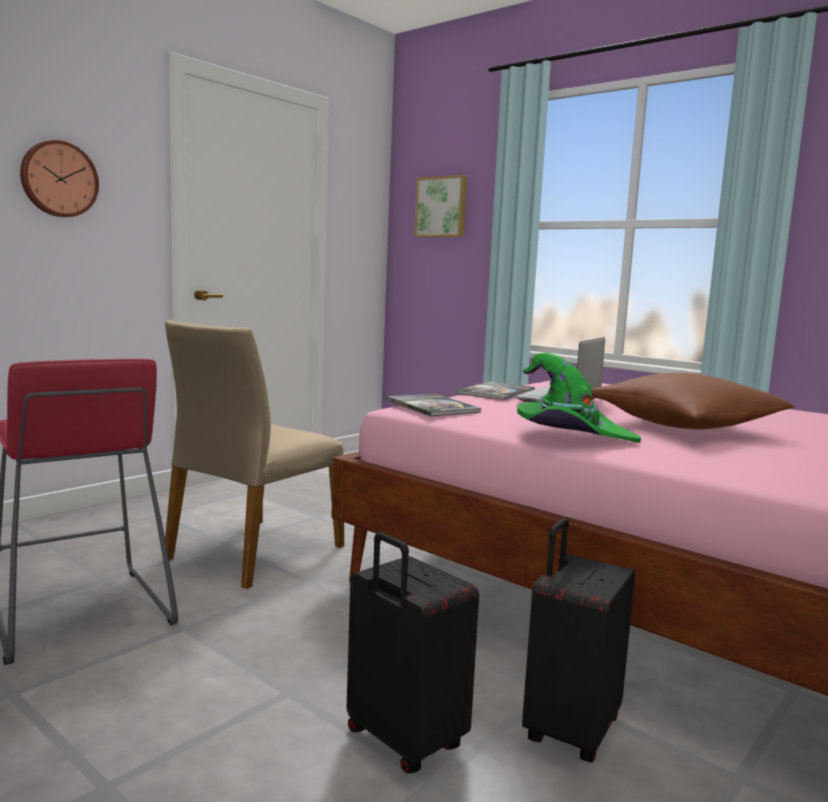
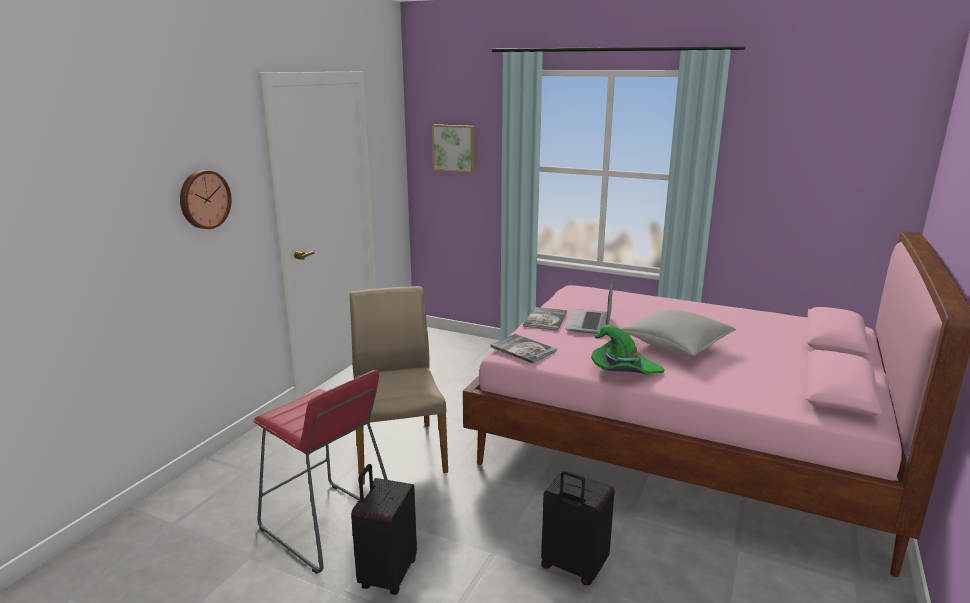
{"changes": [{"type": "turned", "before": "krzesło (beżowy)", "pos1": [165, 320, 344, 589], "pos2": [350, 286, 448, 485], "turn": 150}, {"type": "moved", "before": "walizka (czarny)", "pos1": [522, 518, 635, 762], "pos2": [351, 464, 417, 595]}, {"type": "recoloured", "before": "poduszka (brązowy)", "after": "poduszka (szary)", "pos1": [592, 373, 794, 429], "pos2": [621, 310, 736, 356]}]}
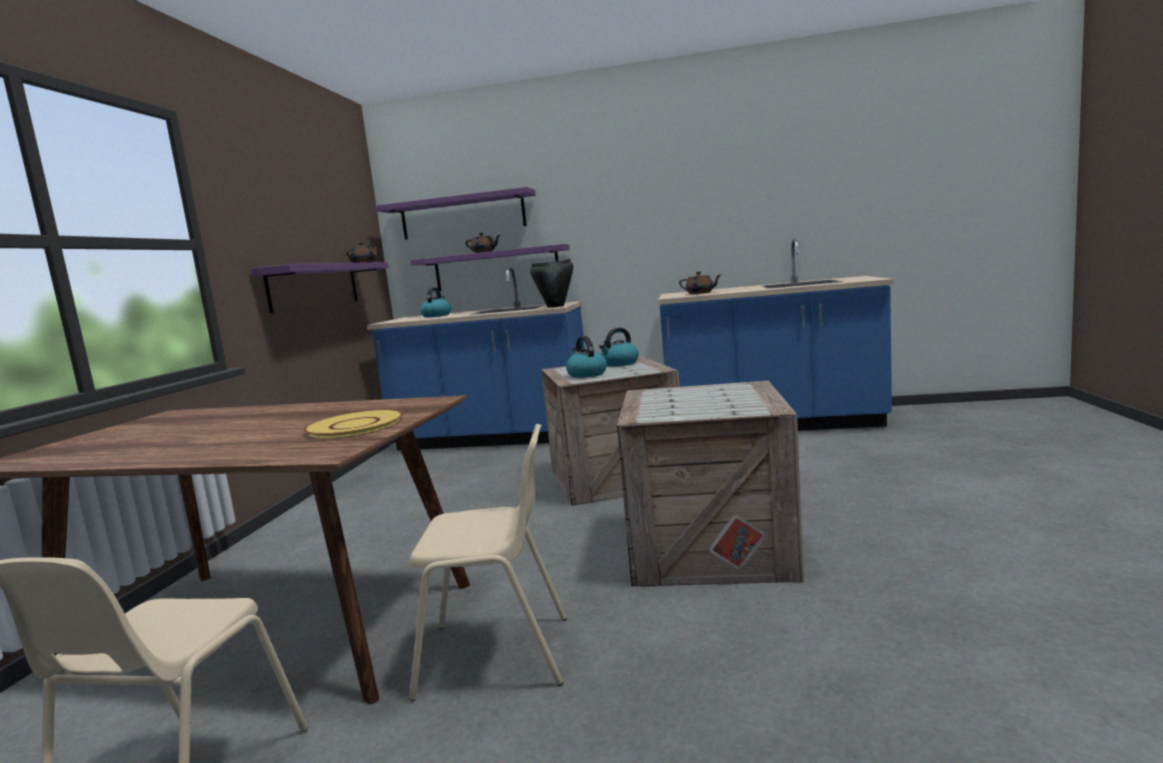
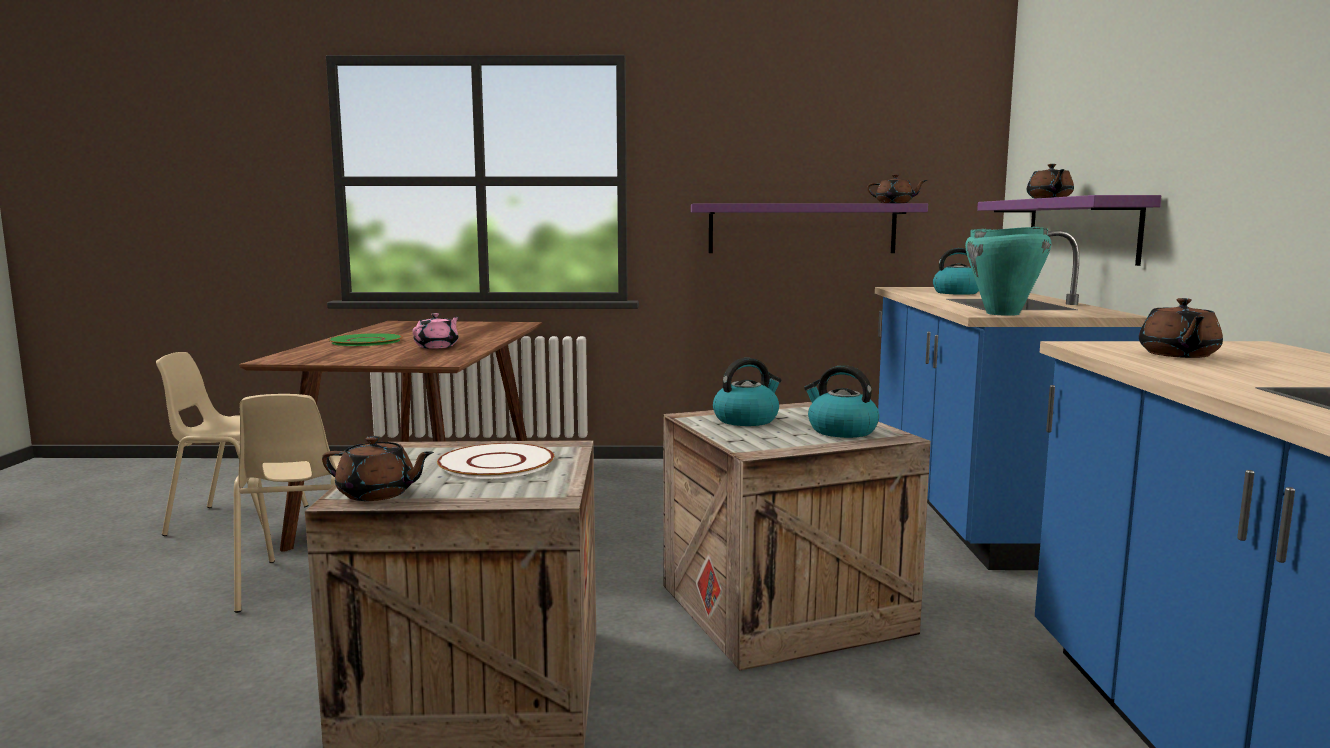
{"changes": [{"type": "removed", "before": "talerz (żółty)", "pos1": [303, 410, 403, 438]}, {"type": "removed", "before": "półka (fioletowy)", "pos1": [375, 187, 536, 240]}, {"type": "recoloured", "before": "garnek (czarny)", "after": "garnek (turkusowy)", "pos1": [530, 258, 573, 308], "pos2": [965, 227, 1051, 316]}, {"type": "added", "after": "imbryk (brązowy)", "pos2": [322, 436, 434, 501]}, {"type": "added", "after": "talerz (zielony)", "pos2": [328, 333, 403, 346]}, {"type": "added", "after": "imbryk (różowy)", "pos2": [413, 313, 459, 349]}, {"type": "added", "after": "talerz (biały)", "pos2": [437, 443, 554, 479]}]}
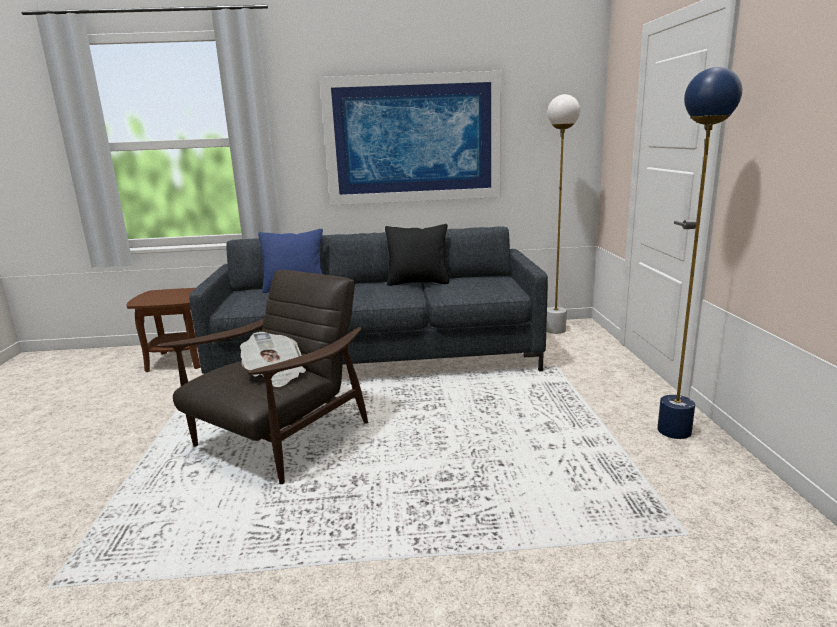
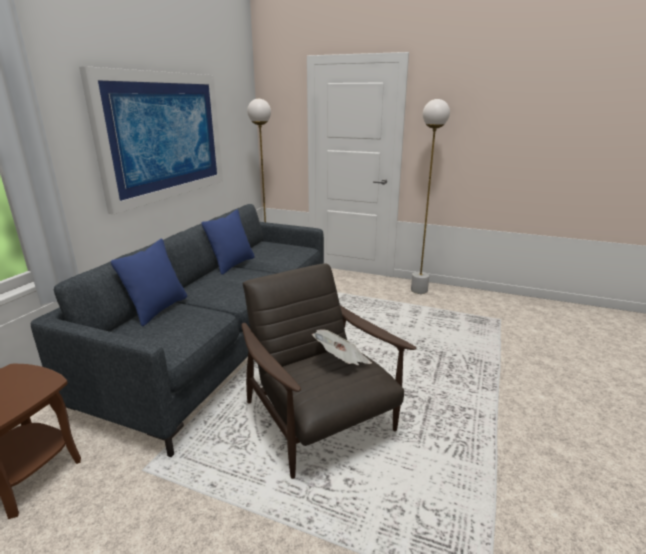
{"changes": [{"type": "recoloured", "before": "poduszka (czarny)", "after": "poduszka (niebieski)", "pos1": [385, 224, 449, 286], "pos2": [201, 209, 255, 275]}, {"type": "recoloured", "before": "lampa stojąca (niebieski)", "after": "lampa stojąca (biały)", "pos1": [657, 67, 742, 439], "pos2": [411, 99, 450, 294]}]}
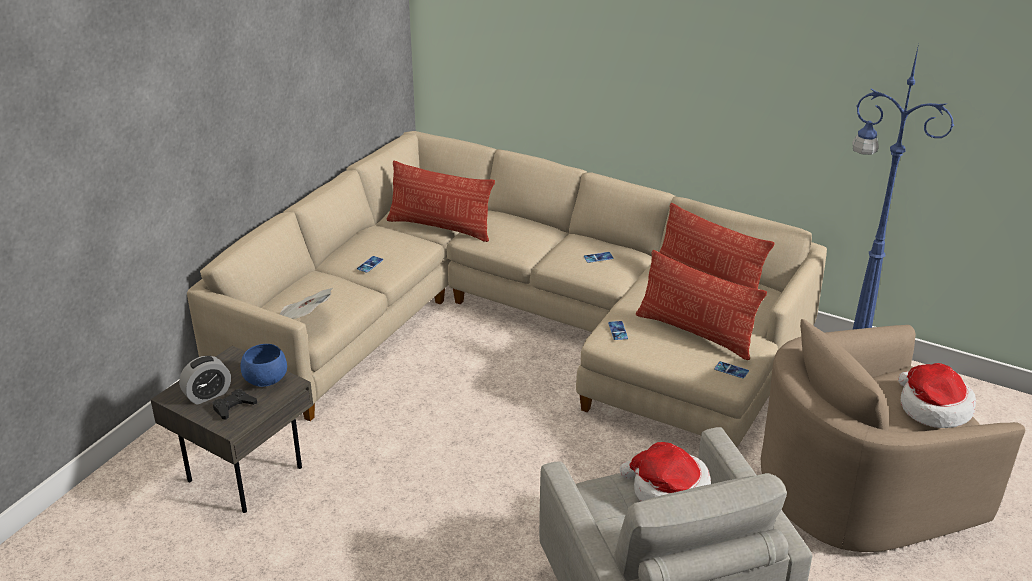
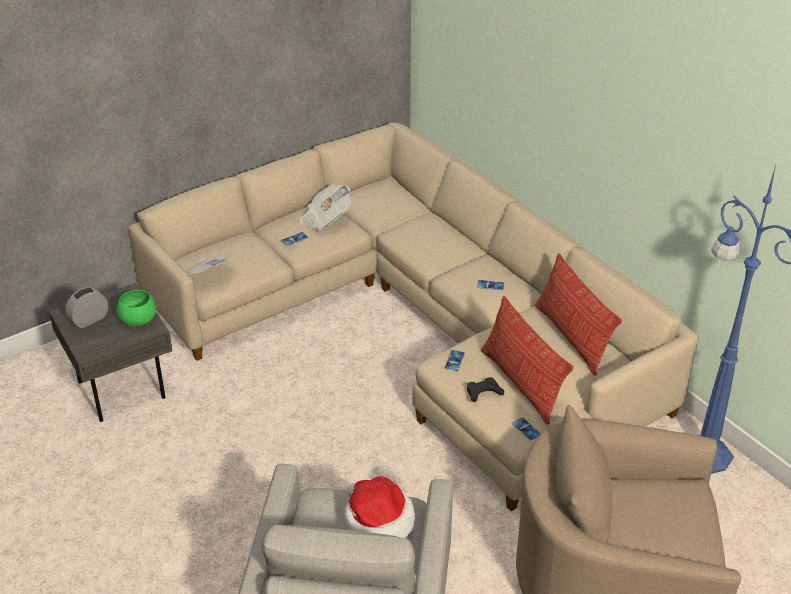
{"changes": [{"type": "turned", "before": "budzik", "pos1": [179, 356, 231, 405], "pos2": [66, 287, 108, 328], "turn": 150}, {"type": "moved", "before": "pad do gier (czarny)", "pos1": [213, 389, 257, 420], "pos2": [467, 377, 504, 402]}, {"type": "recoloured", "before": "miska (niebieski)", "after": "miska (zielony)", "pos1": [241, 344, 287, 387], "pos2": [117, 290, 156, 326]}, {"type": "removed", "before": "poduszka", "pos1": [387, 161, 495, 242]}, {"type": "removed", "before": "kapelusz", "pos1": [898, 363, 976, 428]}, {"type": "added", "after": "gazeta", "pos2": [299, 184, 351, 231]}]}
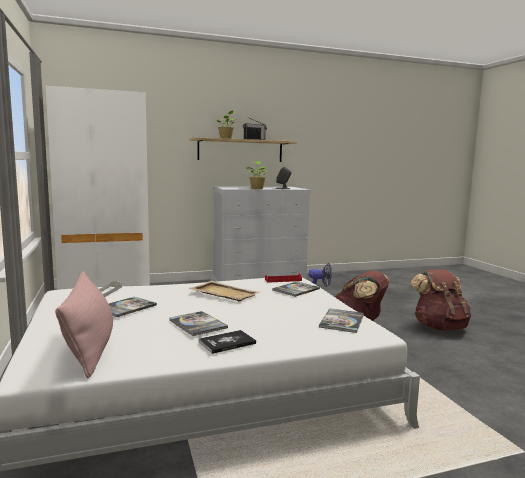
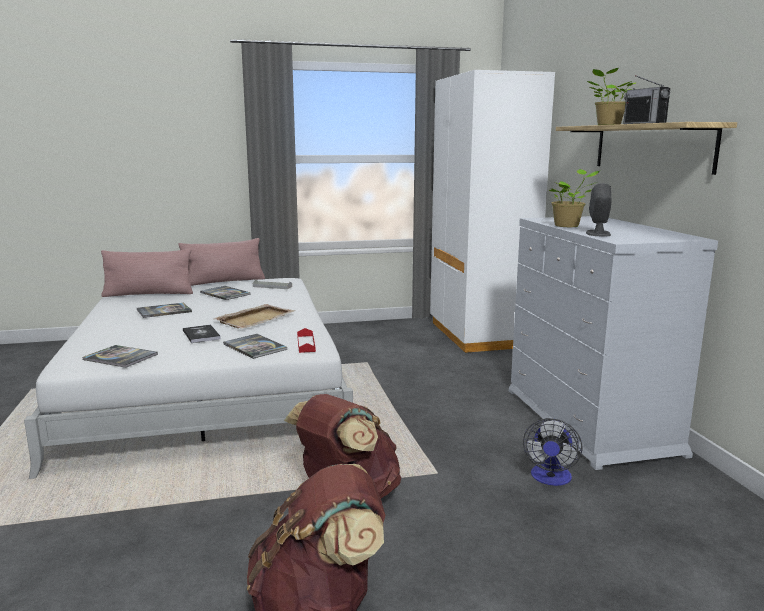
{"changes": [{"type": "moved", "before": "książka", "pos1": [198, 330, 256, 354], "pos2": [183, 325, 221, 343]}, {"type": "added", "after": "poduszka (różowy)", "pos2": [178, 238, 265, 286]}]}
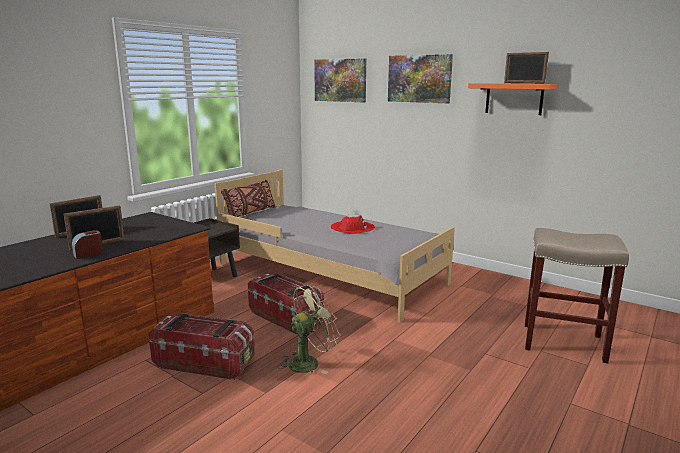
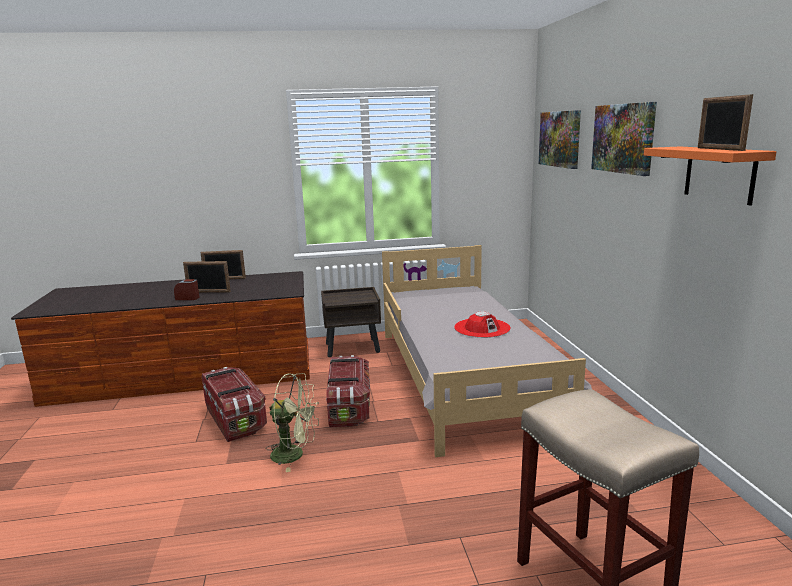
{"changes": [{"type": "removed", "before": "poduszka (brązowy)", "pos1": [221, 180, 276, 217]}]}
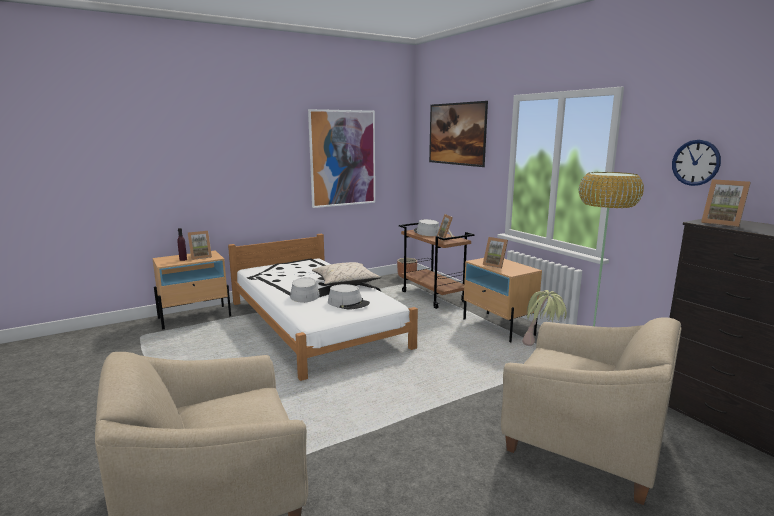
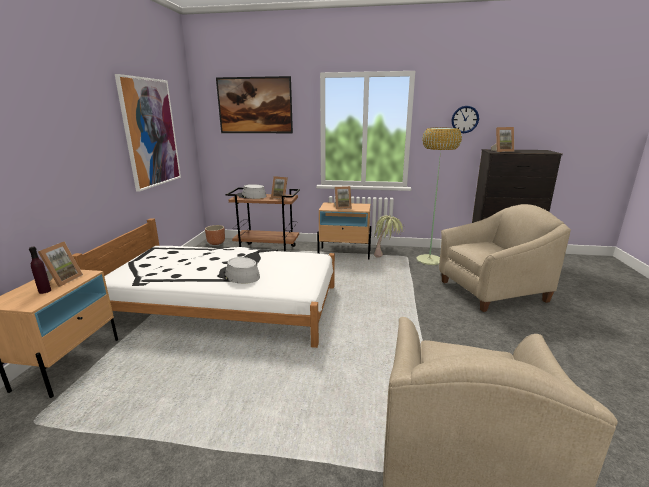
{"changes": [{"type": "removed", "before": "poduszka (beżowy)", "pos1": [312, 262, 381, 286]}, {"type": "removed", "before": "kapelusz (szary)", "pos1": [328, 284, 370, 310]}]}
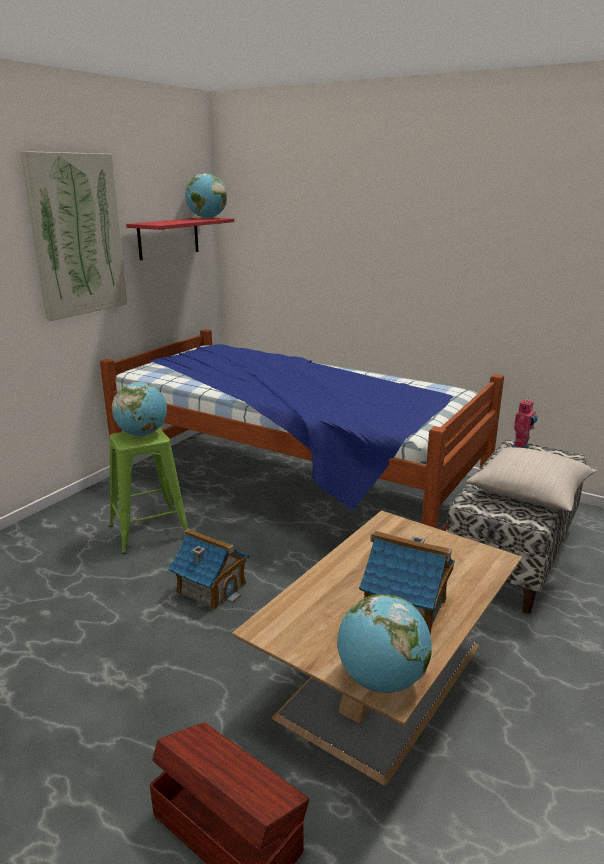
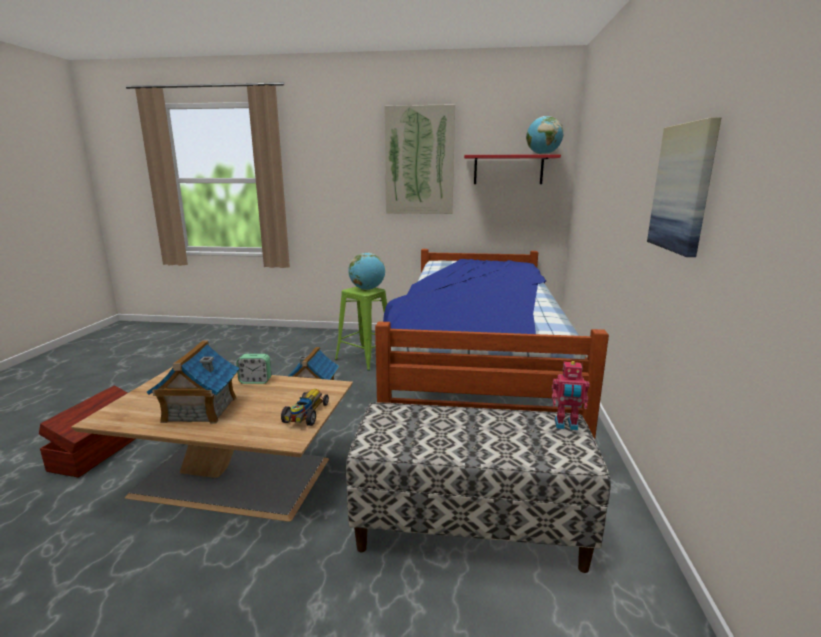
{"changes": [{"type": "removed", "before": "globus", "pos1": [337, 594, 432, 693]}, {"type": "removed", "before": "poduszka (beżowy)", "pos1": [466, 447, 596, 511]}, {"type": "added", "after": "budzik", "pos2": [236, 354, 271, 384]}, {"type": "added", "after": "samochodzik", "pos2": [281, 389, 329, 426]}, {"type": "added", "after": "obraz", "pos2": [647, 117, 721, 257]}]}
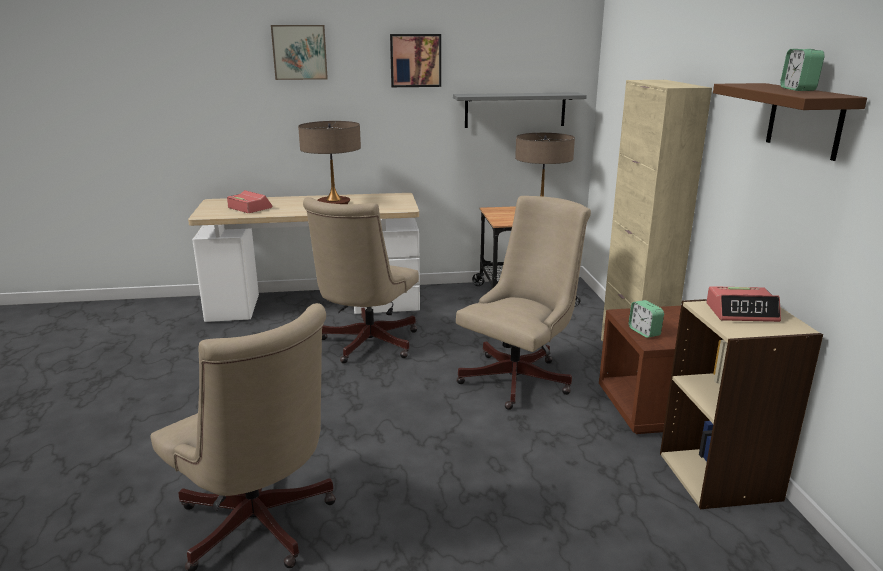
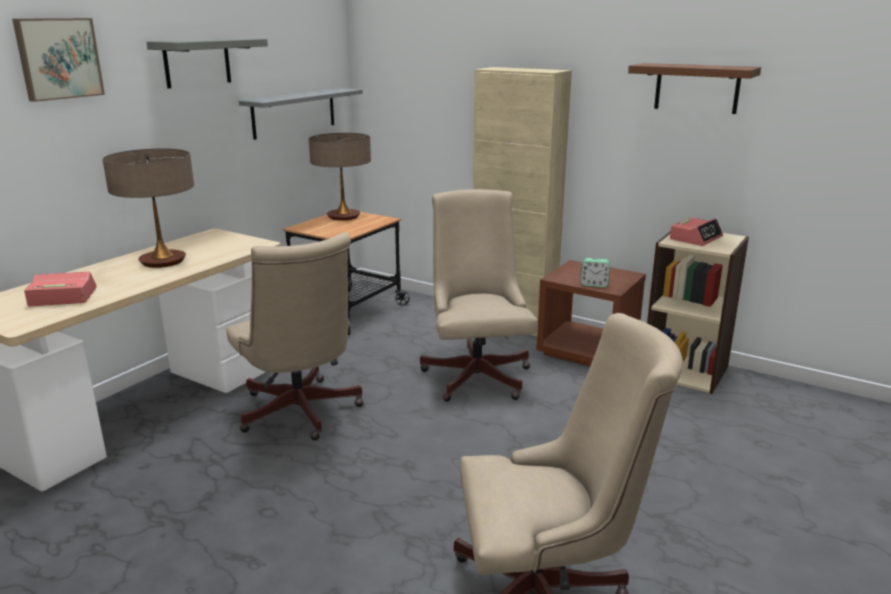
{"changes": [{"type": "replaced", "before": "obraz", "after": "półka (szary)", "pos1": [390, 34, 441, 87], "pos2": [147, 38, 268, 89]}, {"type": "removed", "before": "budzik", "pos1": [780, 49, 825, 91]}]}
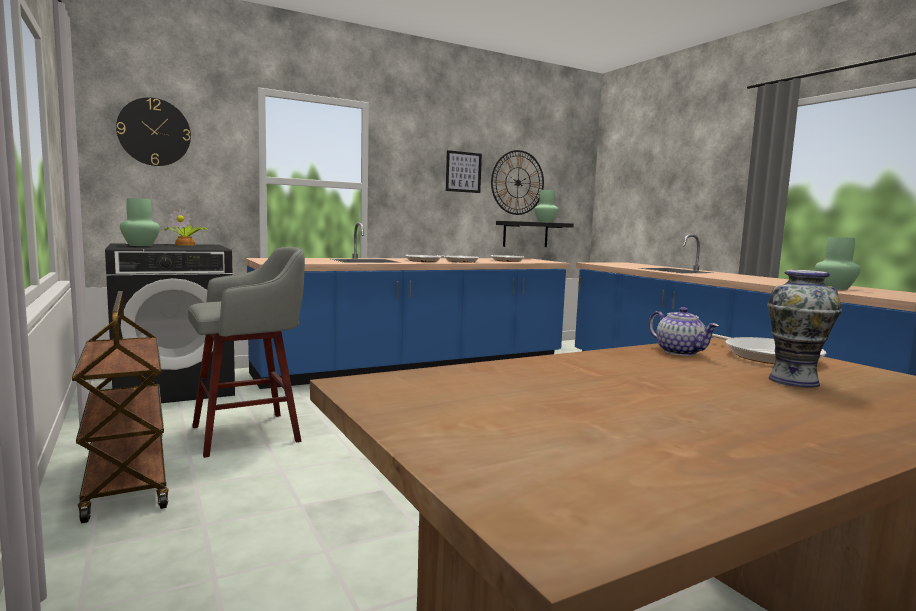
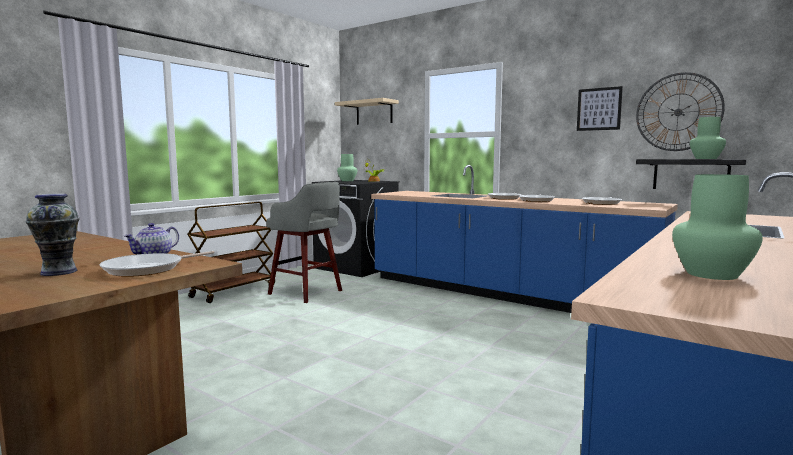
{"changes": [{"type": "replaced", "before": "zegar ścienny", "after": "półka (beżowy)", "pos1": [116, 97, 191, 166], "pos2": [335, 98, 399, 125]}]}
